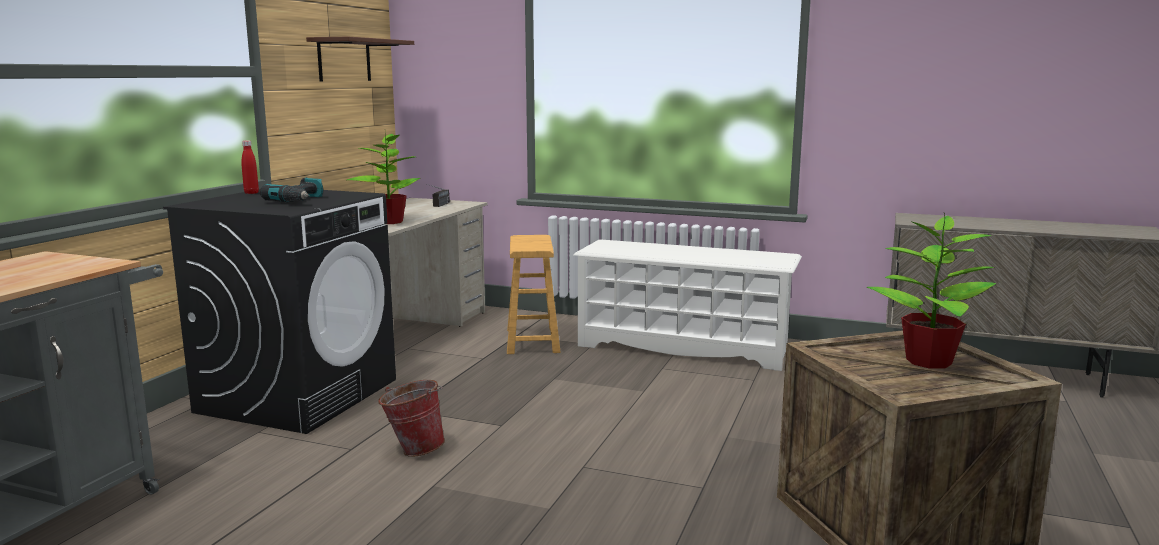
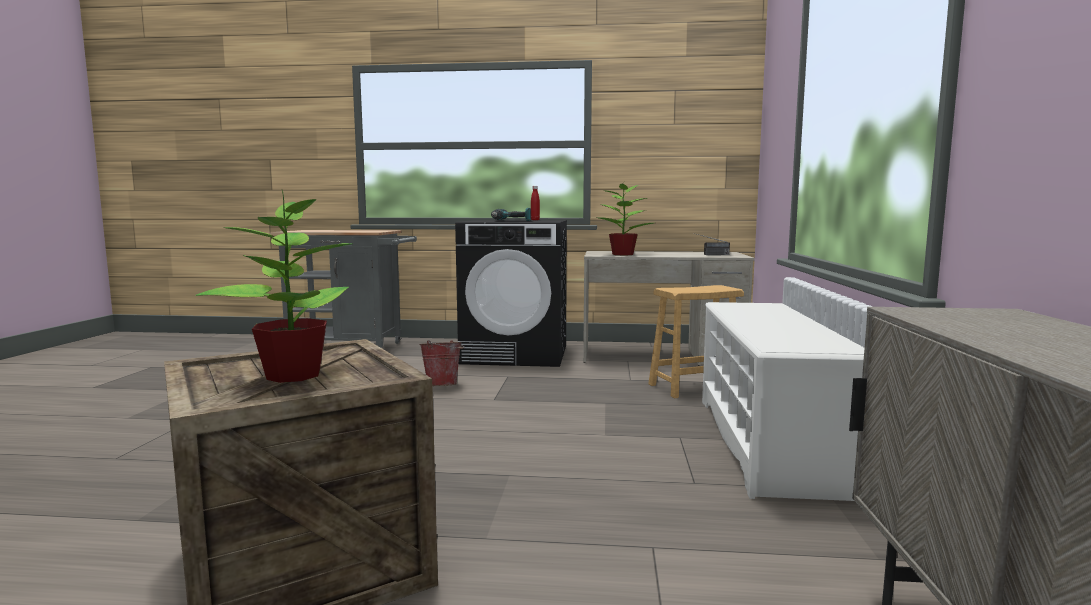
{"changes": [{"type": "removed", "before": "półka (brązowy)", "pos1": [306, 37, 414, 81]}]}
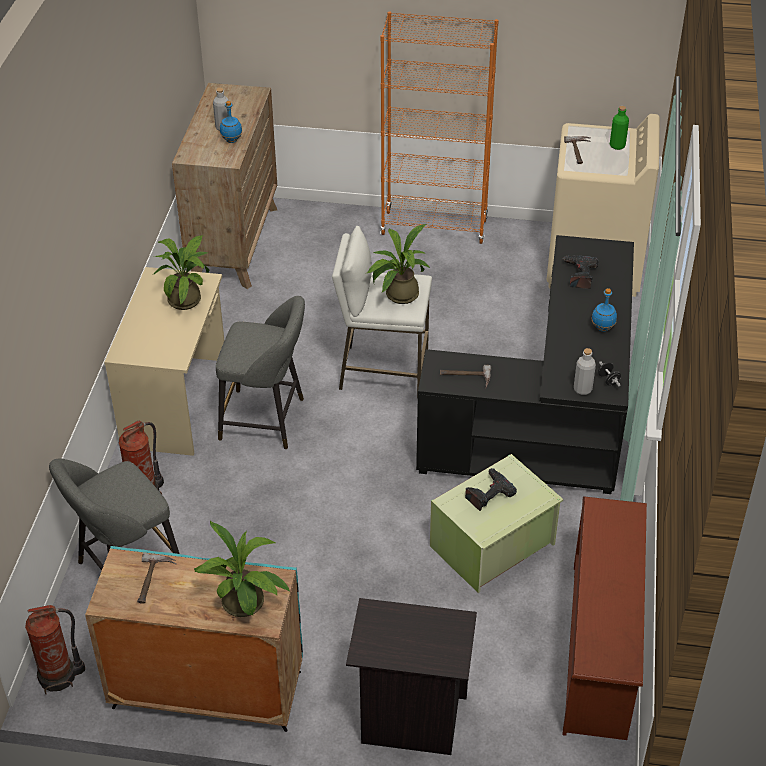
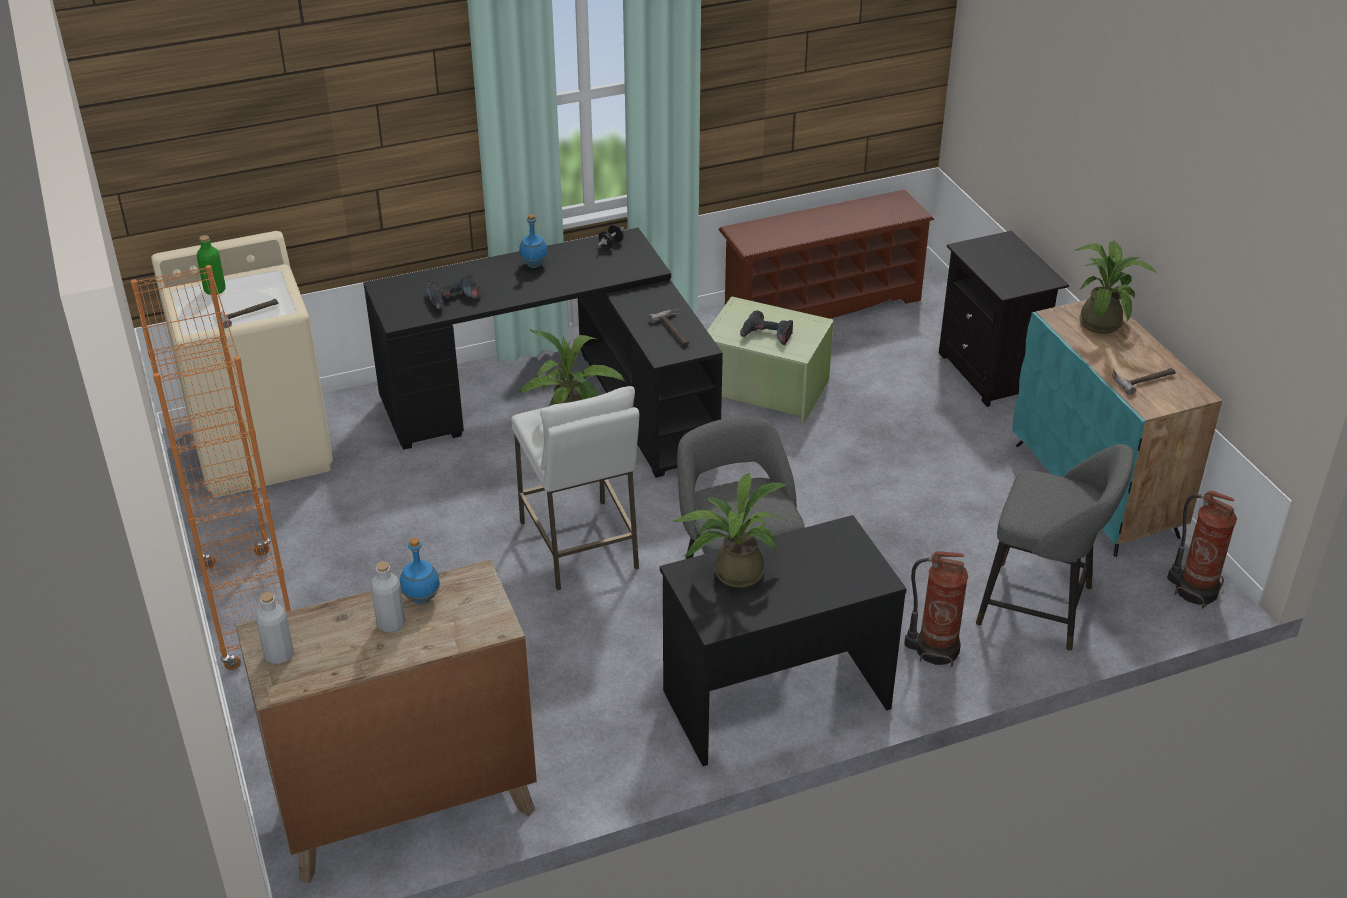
{"changes": [{"type": "recoloured", "before": "biurko (beżowy)", "after": "biurko (czarny)", "pos1": [104, 267, 224, 456], "pos2": [660, 515, 907, 766]}, {"type": "moved", "before": "butelka (szary)", "pos1": [574, 348, 596, 395], "pos2": [256, 592, 294, 664]}]}
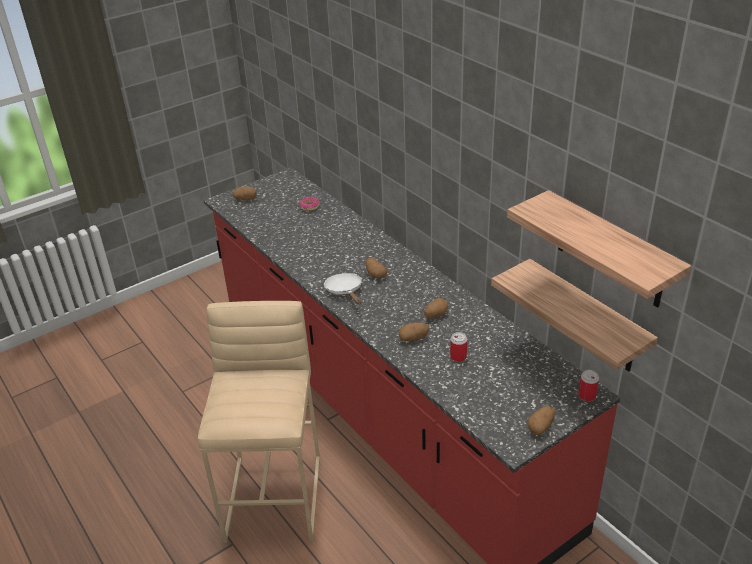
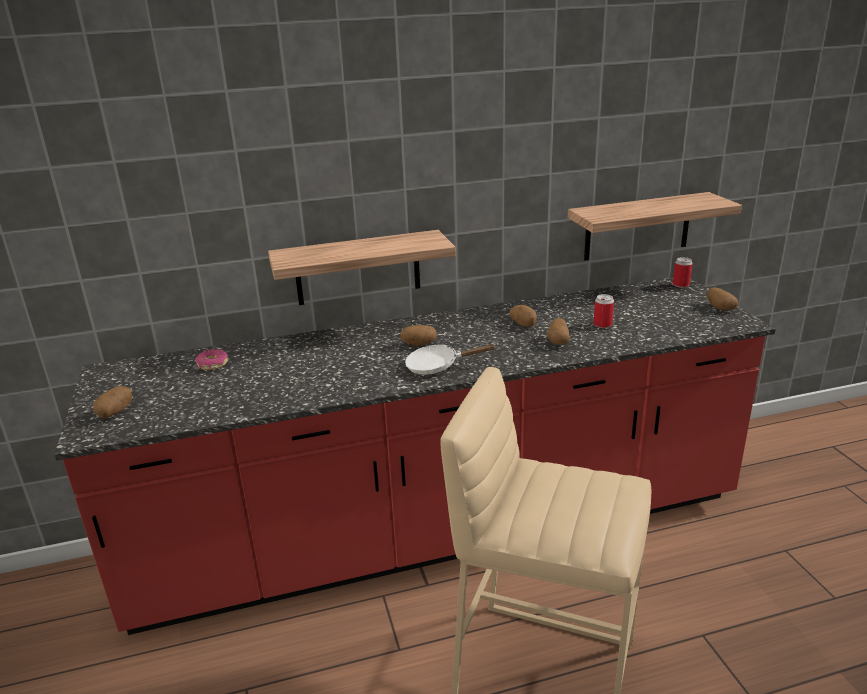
{"changes": [{"type": "moved", "before": "półka", "pos1": [507, 190, 691, 308], "pos2": [268, 230, 456, 305]}]}
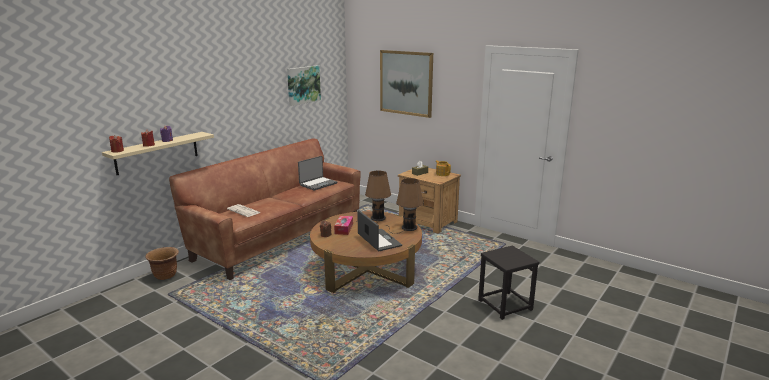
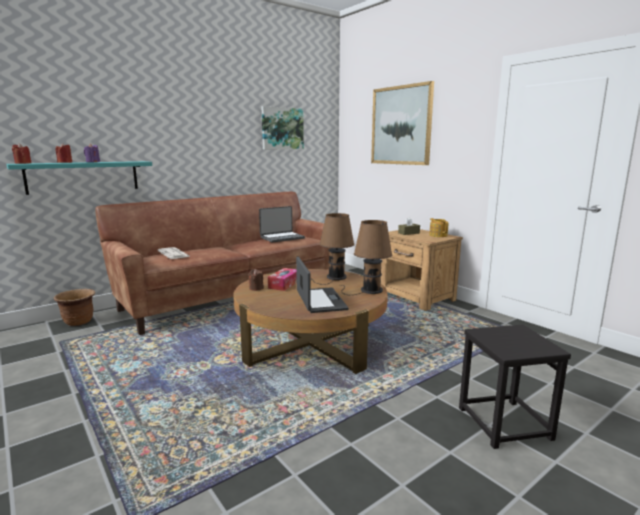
{"changes": [{"type": "recoloured", "before": "półka (beżowy)", "after": "półka (turkusowy)", "pos1": [102, 132, 214, 175], "pos2": [6, 161, 152, 195]}]}
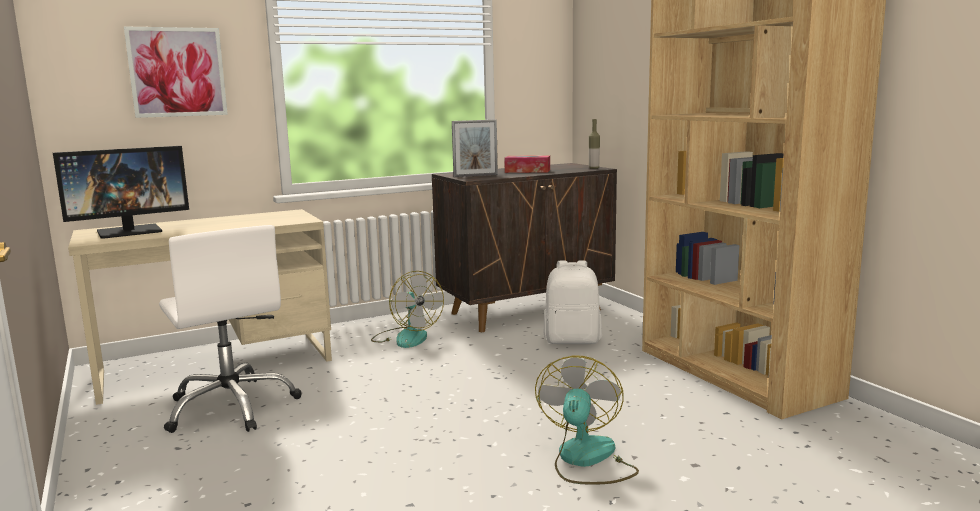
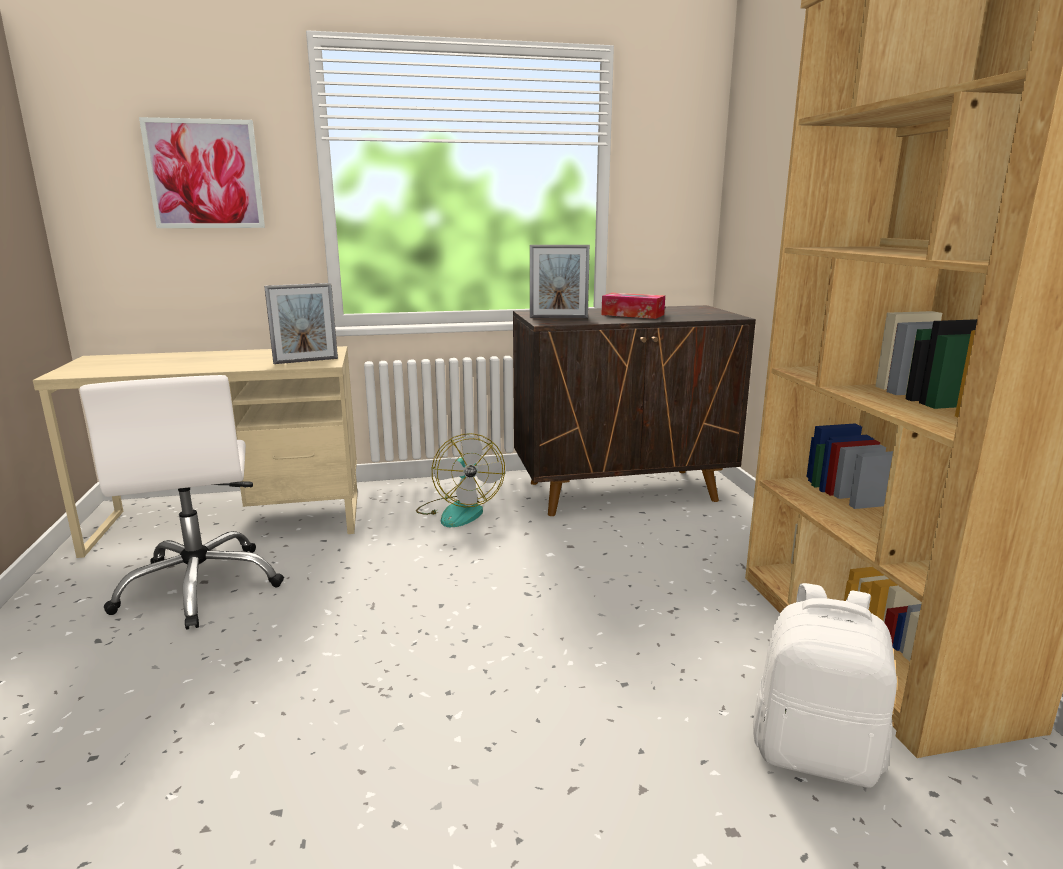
{"changes": [{"type": "removed", "before": "monitor", "pos1": [53, 146, 189, 239]}, {"type": "removed", "before": "wentylator", "pos1": [535, 356, 639, 485]}, {"type": "moved", "before": "plecak (biały)", "pos1": [544, 260, 602, 344], "pos2": [753, 583, 897, 788]}, {"type": "removed", "before": "butelka", "pos1": [589, 119, 600, 169]}, {"type": "added", "after": "ramka na zdjęcie", "pos2": [264, 283, 338, 364]}]}
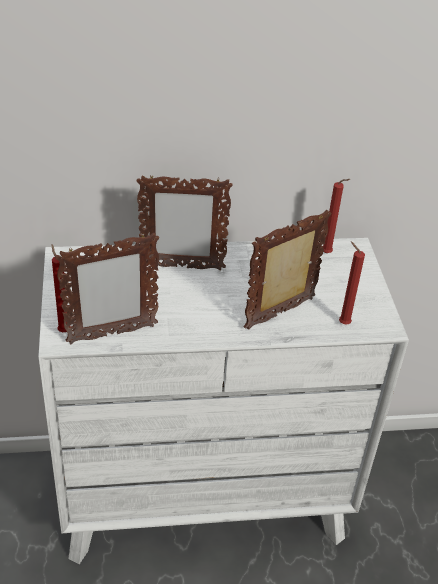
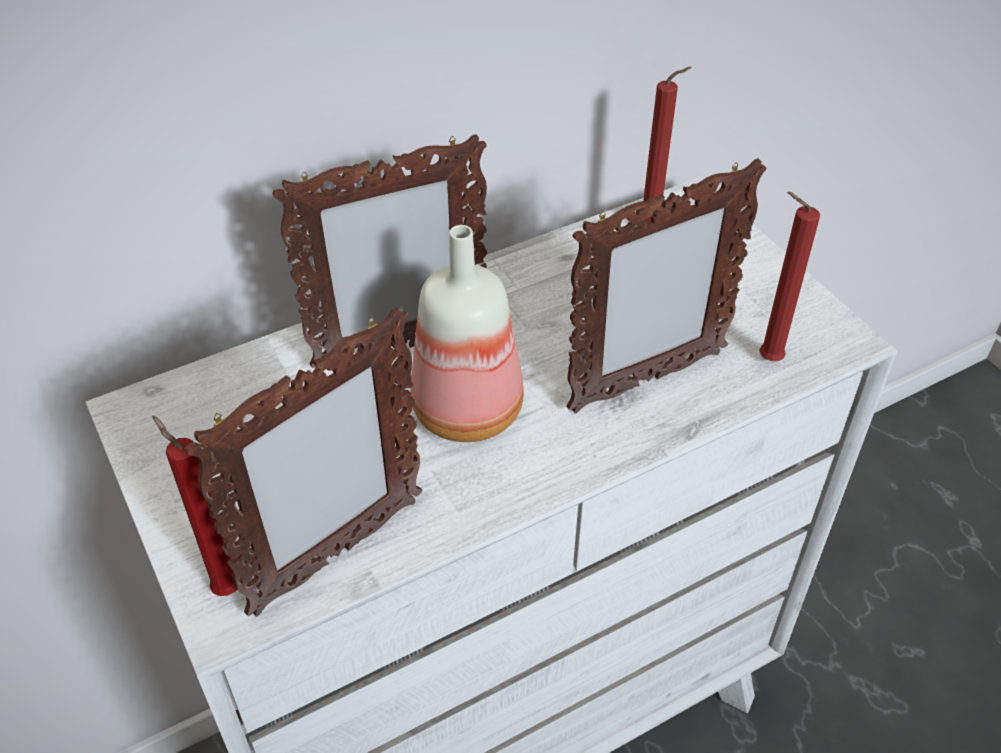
{"changes": [{"type": "turned", "before": "ramka na zdjęcie", "pos1": [244, 209, 332, 330], "pos2": [566, 158, 766, 413], "turn": -150}, {"type": "added", "after": "butelka", "pos2": [411, 225, 524, 442]}]}
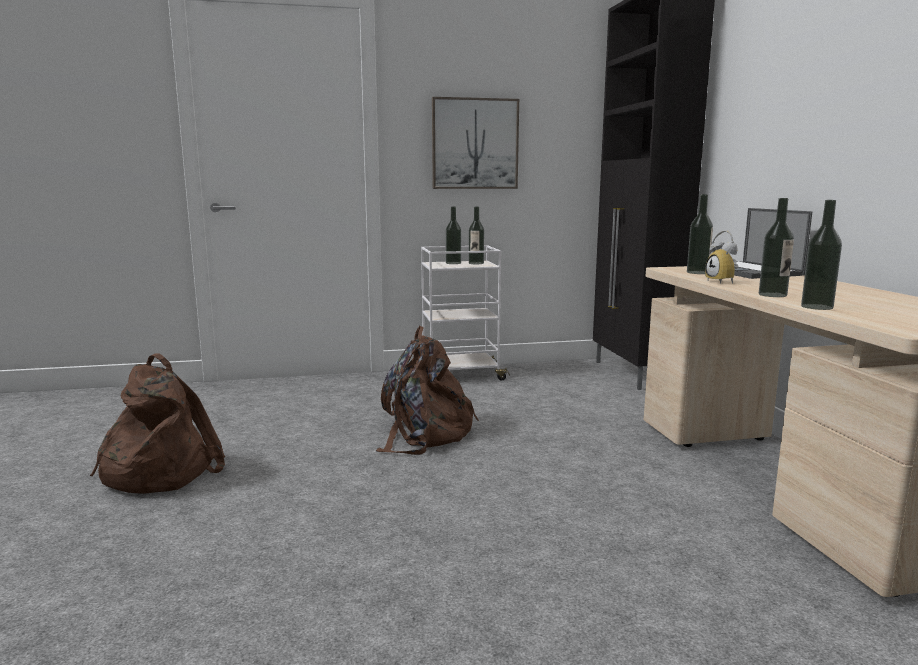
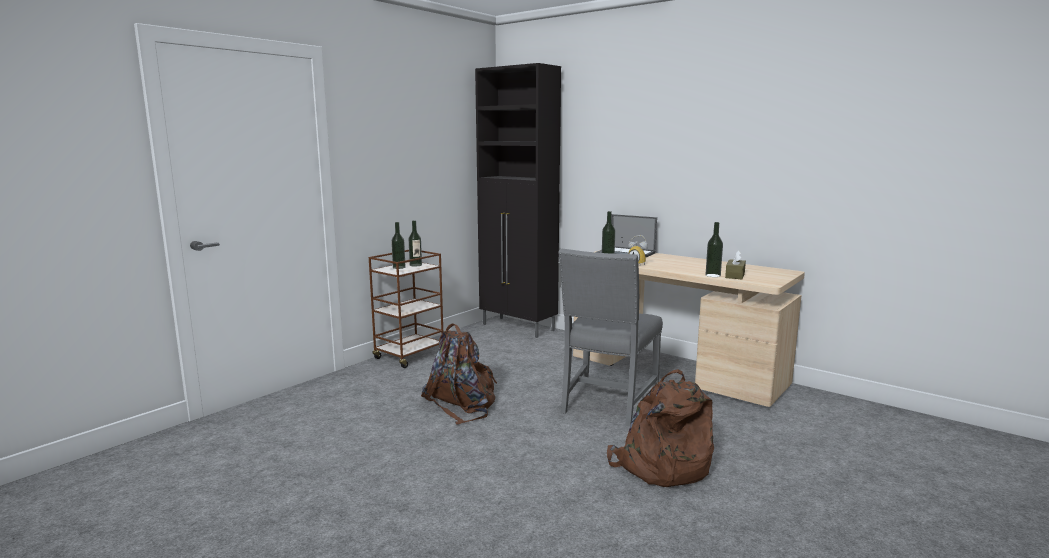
{"changes": [{"type": "moved", "before": "plecak (brązowy)", "pos1": [90, 353, 225, 494], "pos2": [607, 369, 714, 487]}, {"type": "recoloured", "before": "wózek (biały)", "after": "wózek (brązowy)", "pos1": [421, 245, 510, 381], "pos2": [369, 250, 443, 368]}, {"type": "removed", "before": "obraz", "pos1": [432, 97, 519, 189]}, {"type": "removed", "before": "butelka", "pos1": [759, 198, 794, 297]}, {"type": "added", "after": "krzesło (szary)", "pos2": [558, 249, 663, 427]}, {"type": "added", "after": "pudełko chusteczek (brązowy)", "pos2": [725, 250, 746, 279]}]}
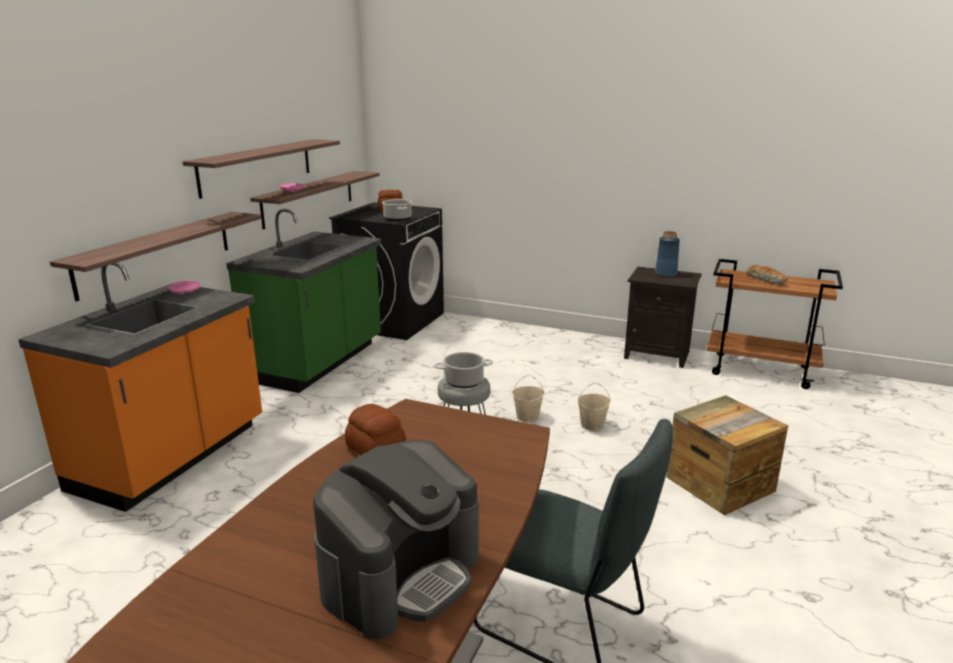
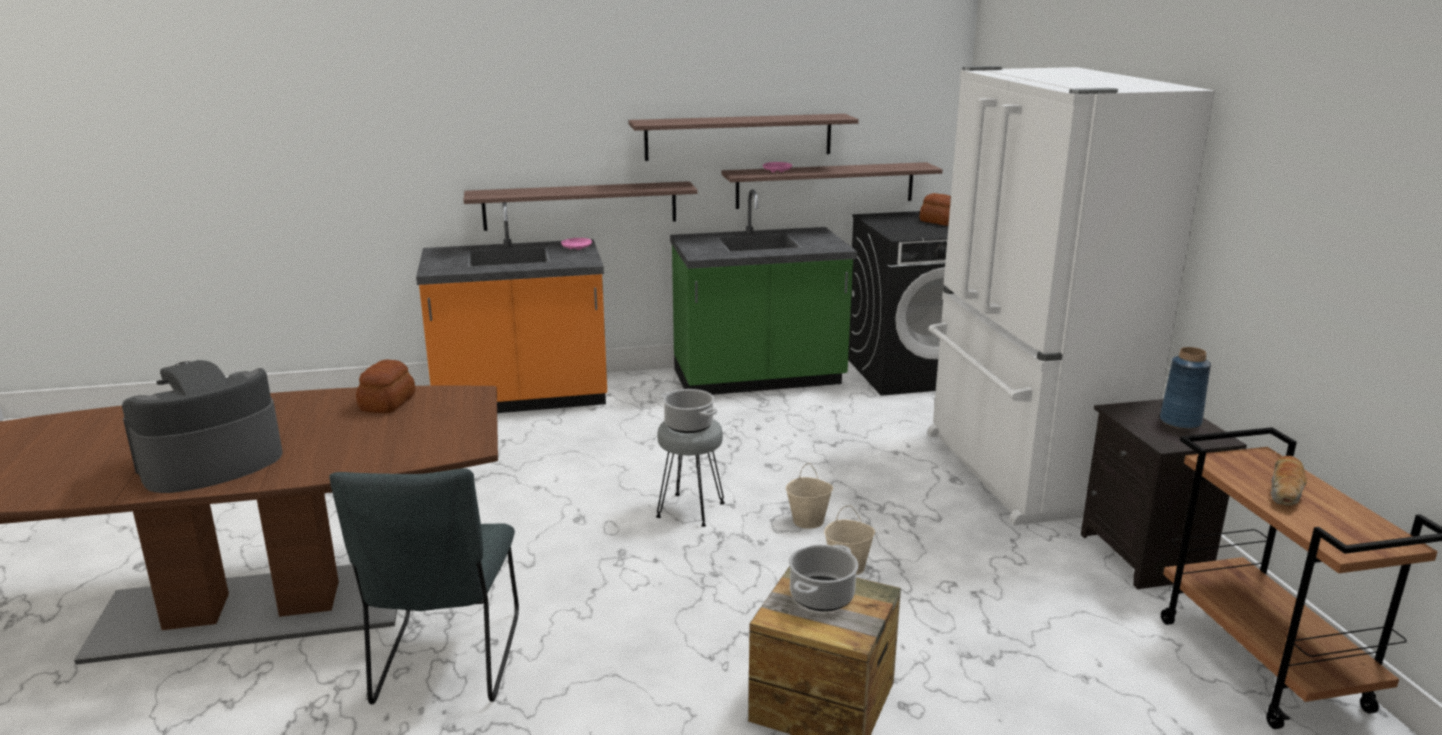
{"changes": [{"type": "turned", "before": "ekspres do kawy", "pos1": [313, 440, 479, 639], "pos2": [122, 360, 283, 493], "turn": 135}, {"type": "moved", "before": "garnek", "pos1": [382, 199, 412, 221], "pos2": [789, 544, 858, 611]}, {"type": "added", "after": "lodówka (biały)", "pos2": [927, 66, 1215, 525]}]}
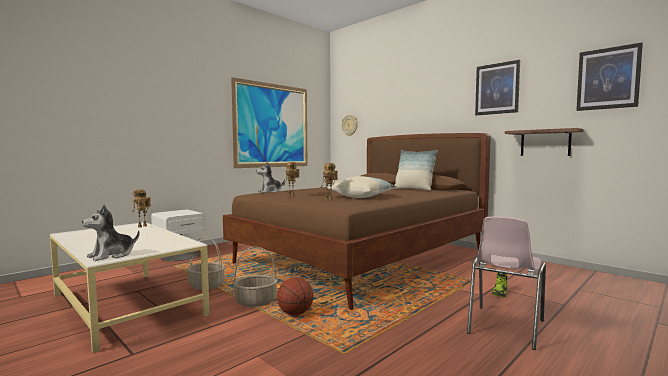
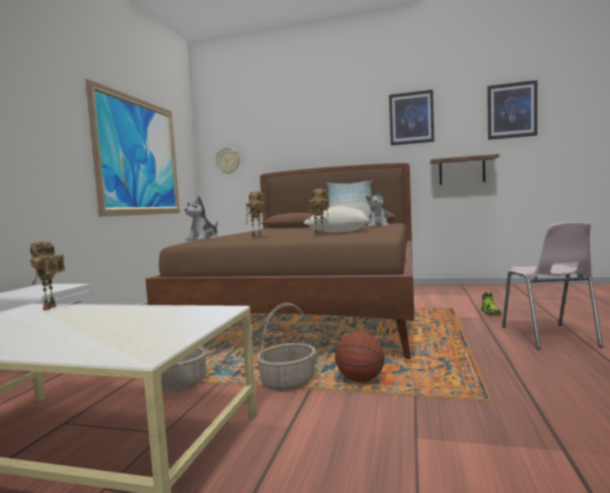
{"changes": [{"type": "moved", "before": "pluszak", "pos1": [82, 204, 139, 261], "pos2": [366, 191, 390, 227]}]}
